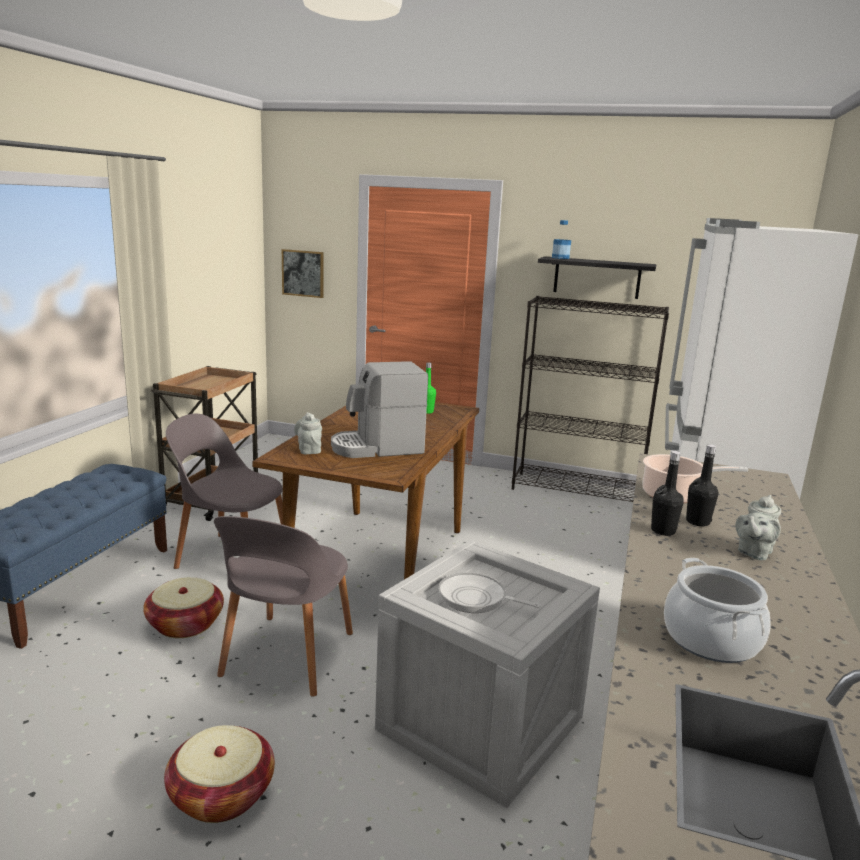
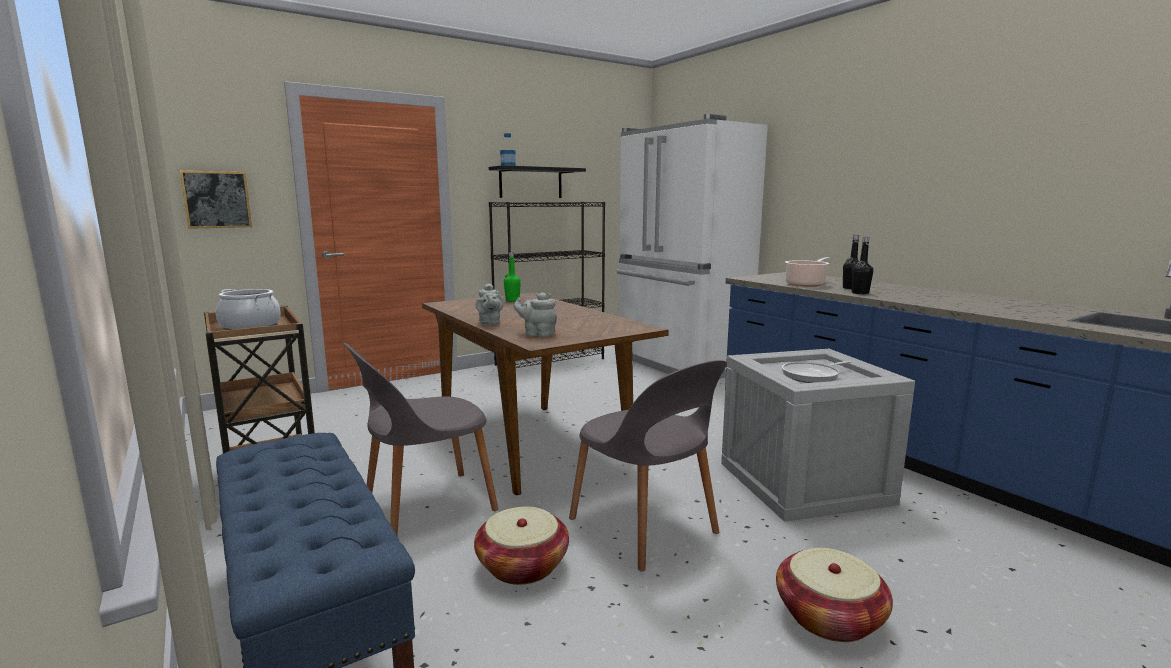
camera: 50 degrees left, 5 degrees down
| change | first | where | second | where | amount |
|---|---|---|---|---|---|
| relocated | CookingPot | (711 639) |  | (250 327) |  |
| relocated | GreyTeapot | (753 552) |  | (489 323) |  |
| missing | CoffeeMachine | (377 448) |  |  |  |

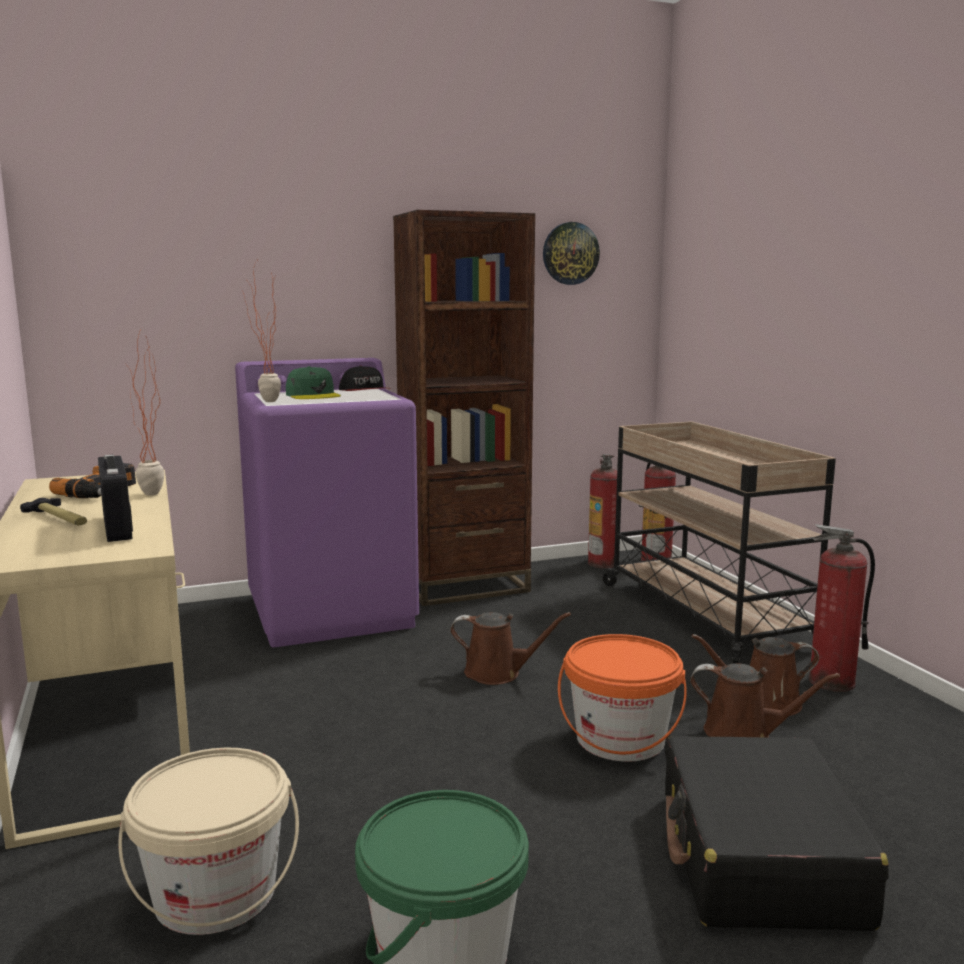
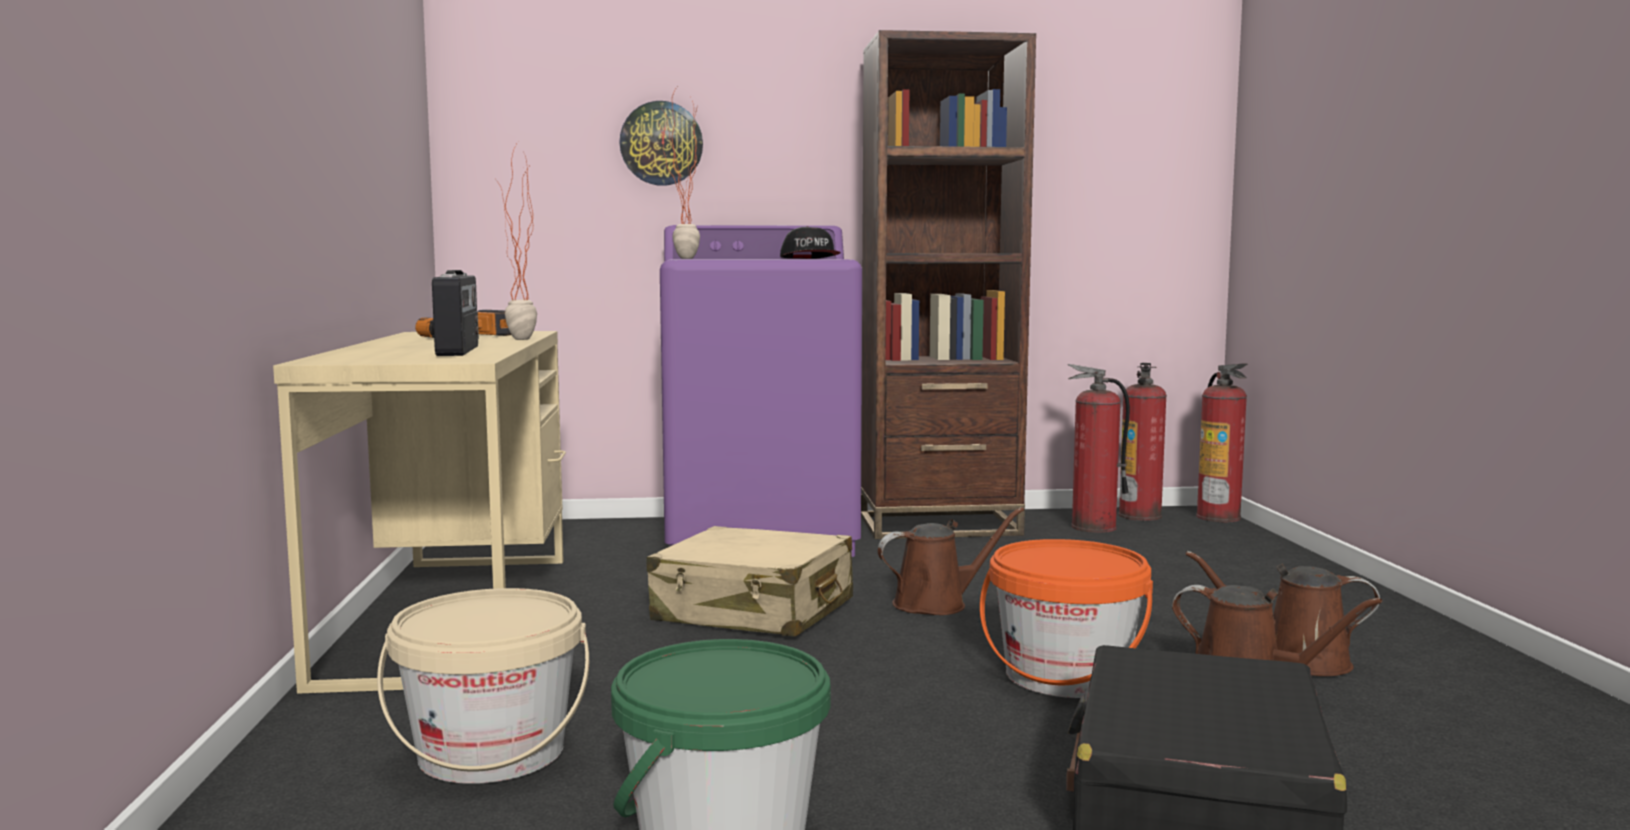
camera: 15 degrees right, 5 degrees down
| change | first | where | second | where | amount |
|---|---|---|---|---|---|
| relocated | WallClock | (570 253) |  | (661 143) |  |
| appeared |  |  | BeigeSuitcase | (753 611) |  |
| spun | BrownWateringCan | (498 673) |  | (937 604) | 45 degrees counterclockwise |
| relocated | FireExtinguisher | (831 682) |  | (1093 527) |  |
| missing | Hammer | (60 519) |  |  |  |
| missing | GreenCap | (313 395) |  |  |  |
| missing | BeigeCart | (703 614) |  |  |  |

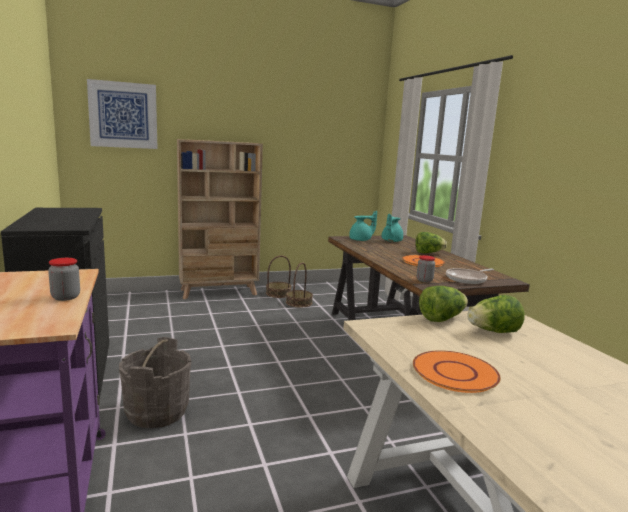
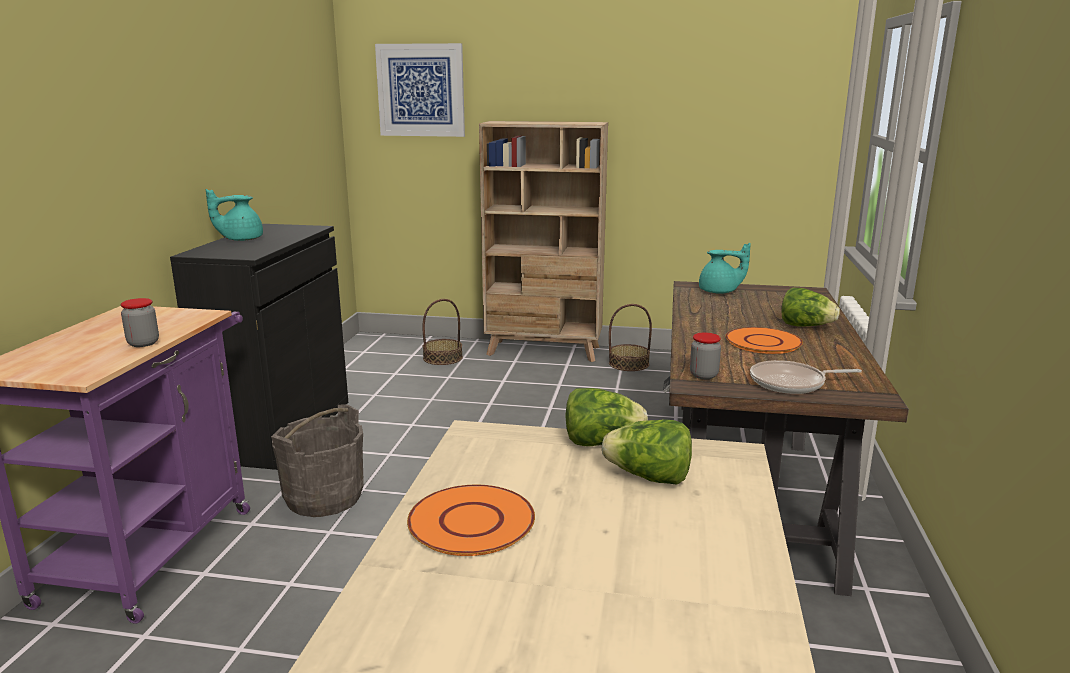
camera: 30 degrees right, 5 degrees up
| change | first | where | second | where | amount |
|---|---|---|---|---|---|
| relocated | TurquoiseTeapot | (391 241) |  | (240 239) |  |
| relocated | Basket | (299 302) |  | (442 358) |  |

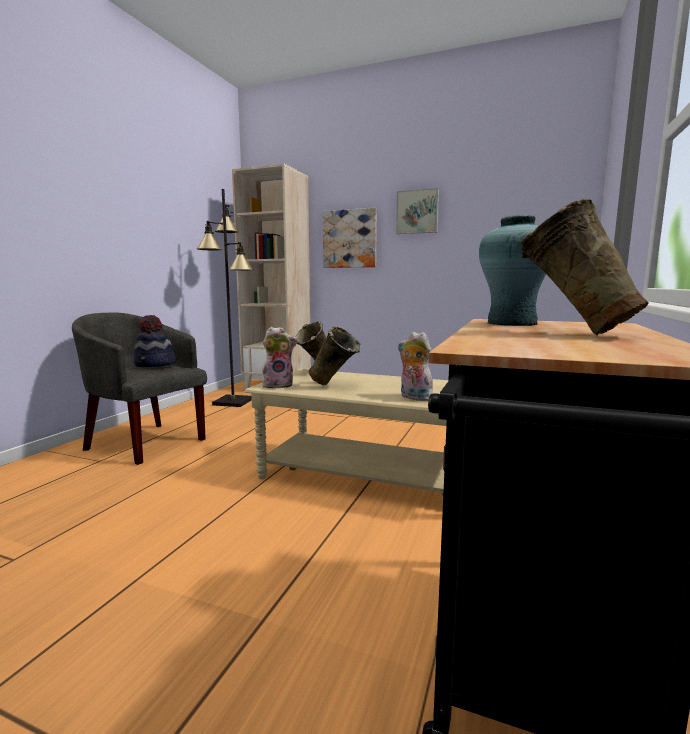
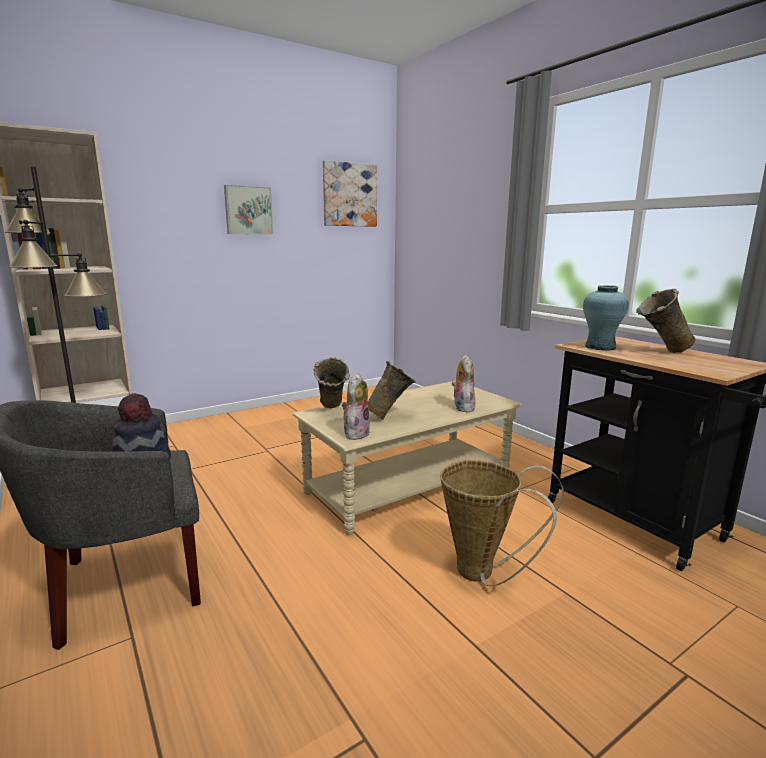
camera: 55 degrees left, 5 degrees up
| change | first | where | second | where | amount |
|---|---|---|---|---|---|
| relocated | Picture | (350 239) |  | (349 195) |  |
| appeared |  |  | Basket | (483 574) |  |
| spun | PlushToy | (414 397) |  | (462 407) | 105 degrees clockwise |

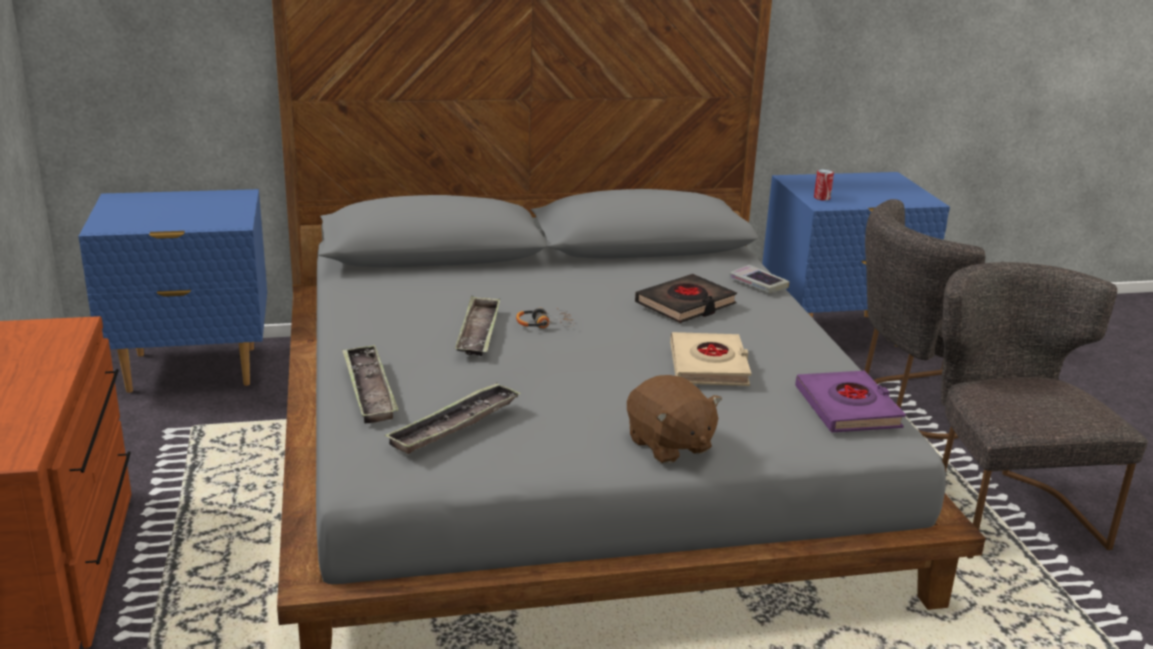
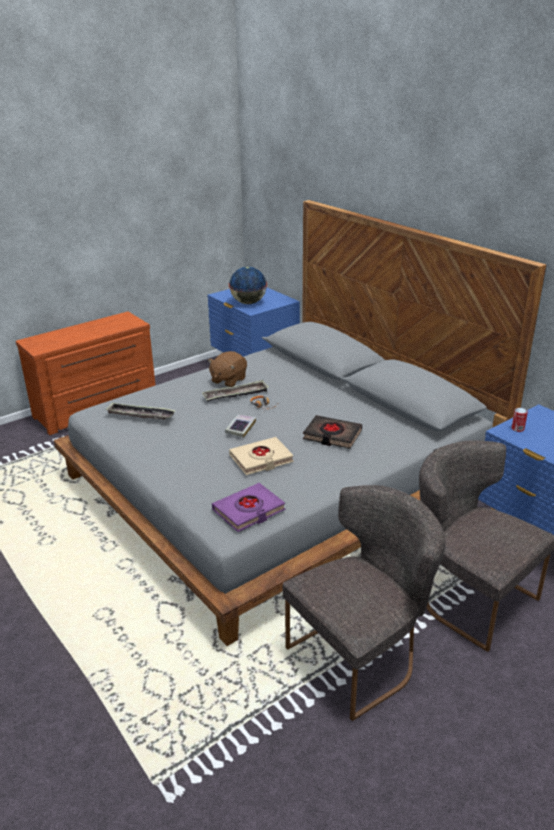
camera: 65 degrees right, 5 degrees up
| change | first | where | second | where | amount |
|---|---|---|---|---|---|
| relocated | BrownPlushToy | (669 445) |  | (228 380) |  |
| relocated | Book | (758 284) |  | (240 428) |  |
| appeared |  |  | Globe | (248 303) |  |
| missing | Tray | (369 389) |  |  |  |

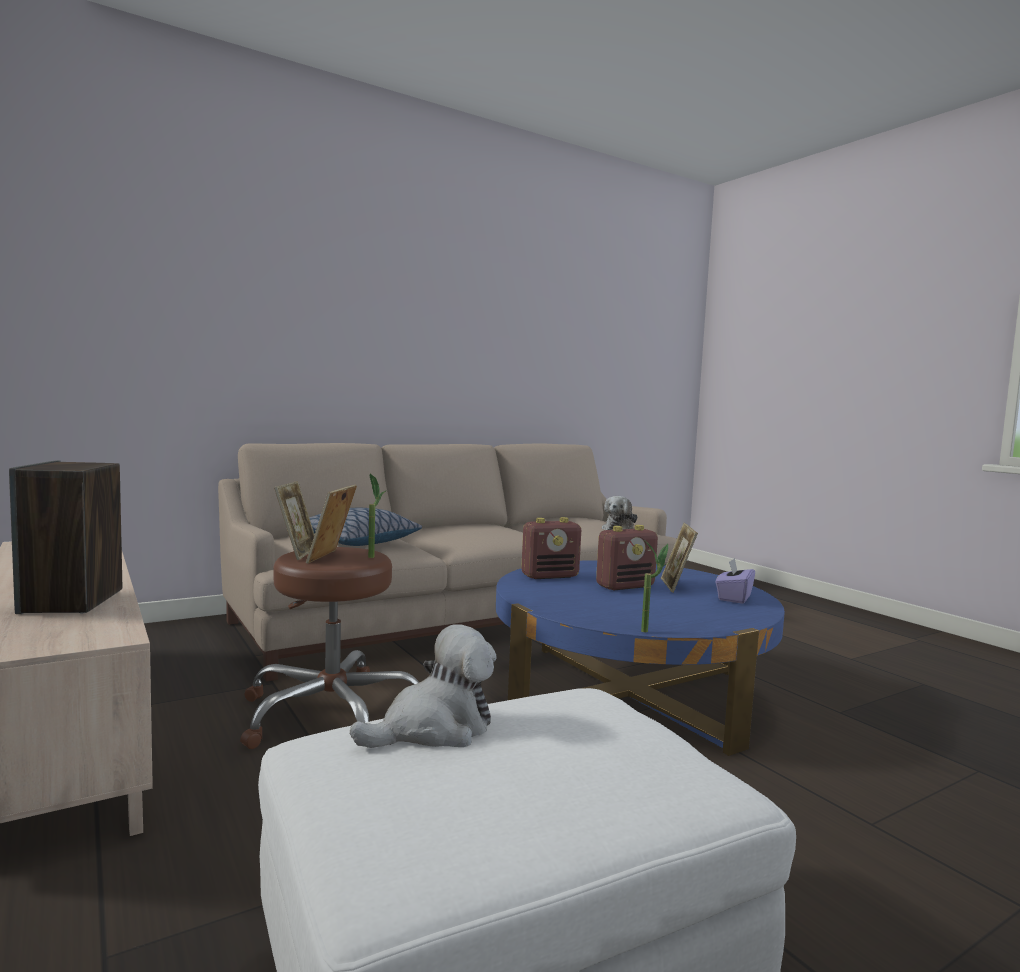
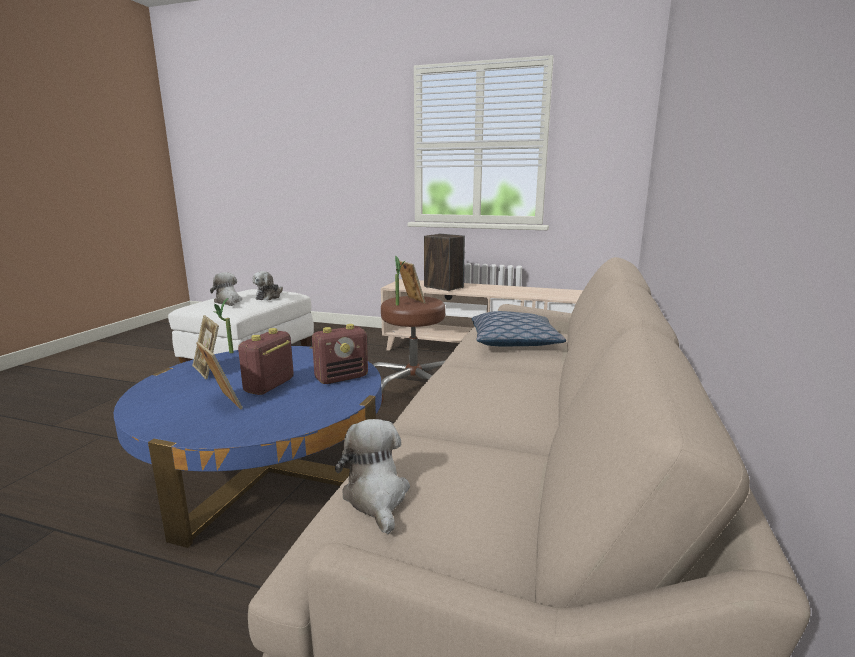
camera: 140 degrees right, 10 degrees up
| change | first | where | second | where | amount |
|---|---|---|---|---|---|
| relocated | PictureFrame | (297 553) |  | (208 370) |  |
| appeared |  |  | PlushToy | (228 302) |  |
| spun | Radio | (550 576) |  | (342 378) | 150 degrees counterclockwise |
| missing | PurpleTissueBox | (733 598) |  |  |  |

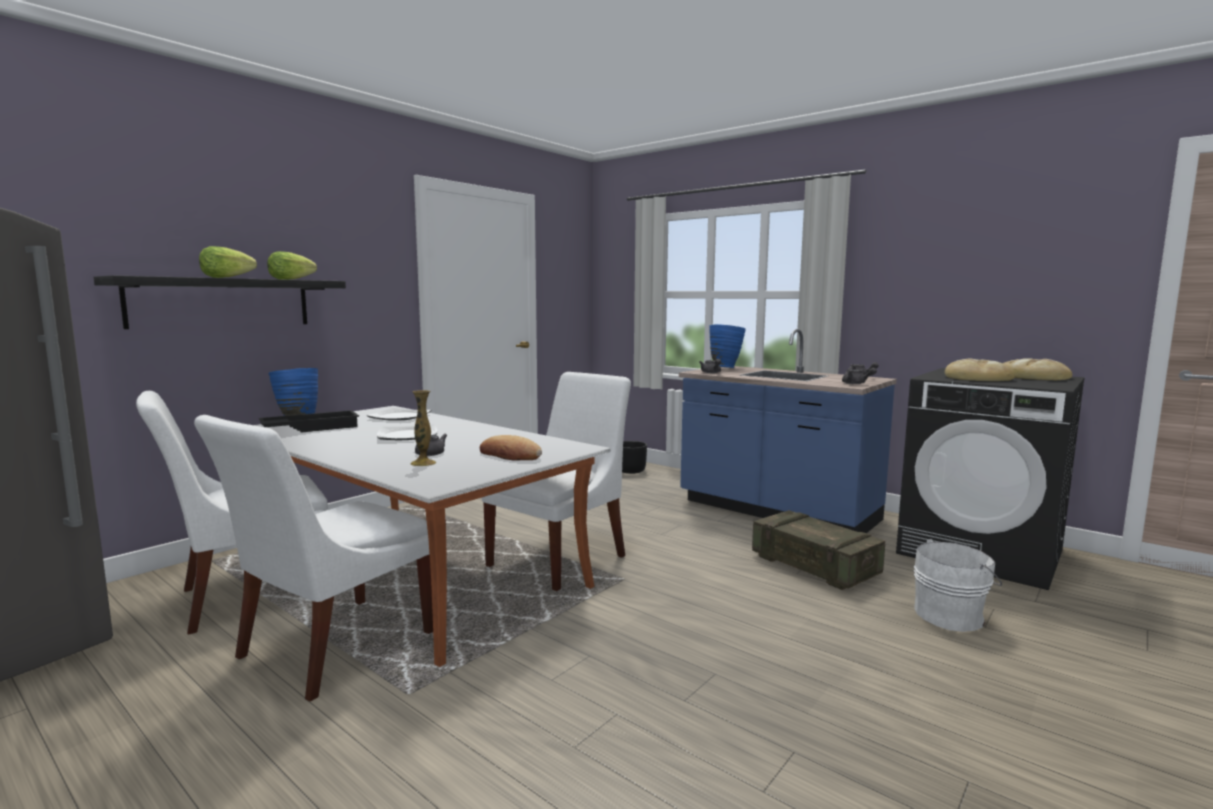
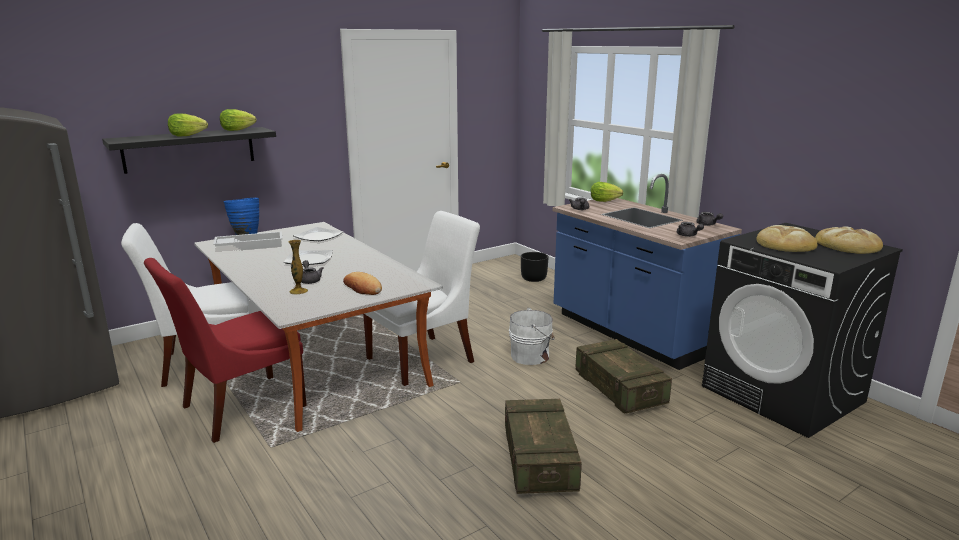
camera: 15 degrees right, 10 degrees up
| change | first | where | second | where | amount |
|---|---|---|---|---|---|
| colour | WhiteChair | (329 648) | RedChair | (238 408) |  |
| colour | BlackTray | (311 428) | WhiteTray | (250 245) |  |
| appeared |  |  | Crate | (539 461) |  |
| relocated | WhiteBucket | (951 615) |  | (532 356) |  |
| exchanged | BlueVase | (725 367) | Lettuce | (604 201) |  |

